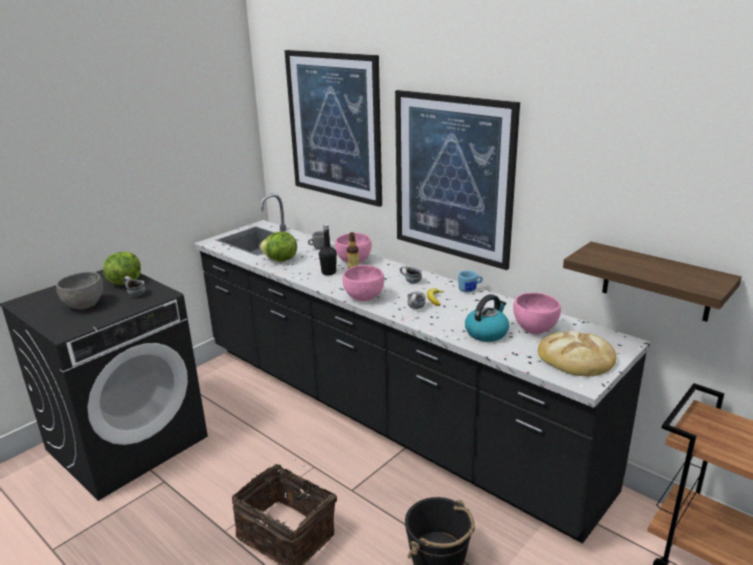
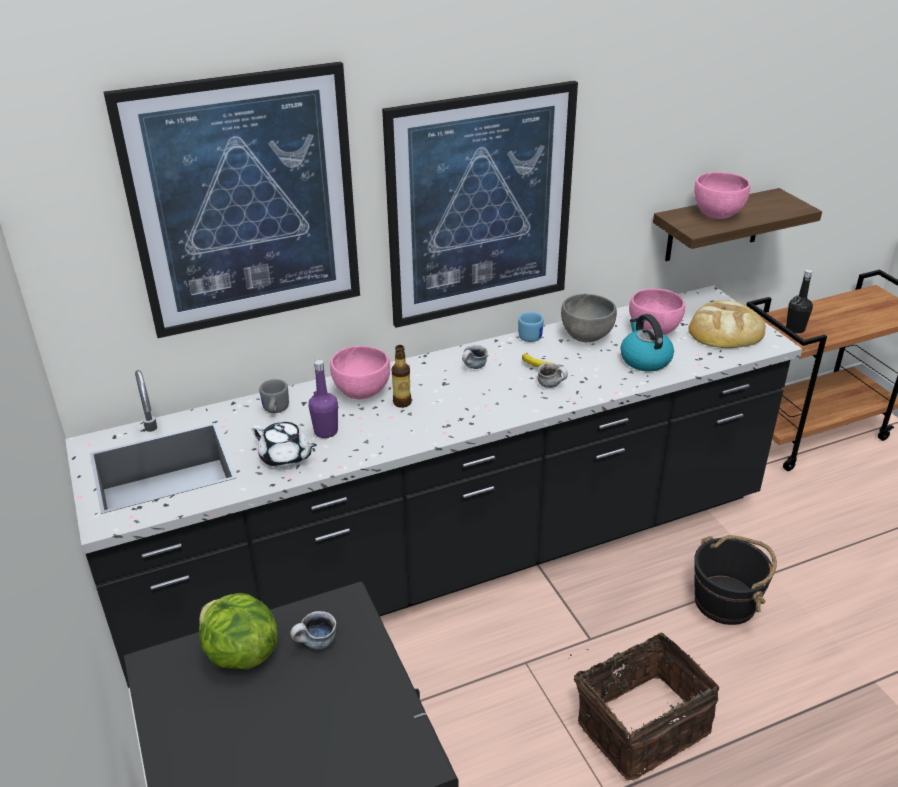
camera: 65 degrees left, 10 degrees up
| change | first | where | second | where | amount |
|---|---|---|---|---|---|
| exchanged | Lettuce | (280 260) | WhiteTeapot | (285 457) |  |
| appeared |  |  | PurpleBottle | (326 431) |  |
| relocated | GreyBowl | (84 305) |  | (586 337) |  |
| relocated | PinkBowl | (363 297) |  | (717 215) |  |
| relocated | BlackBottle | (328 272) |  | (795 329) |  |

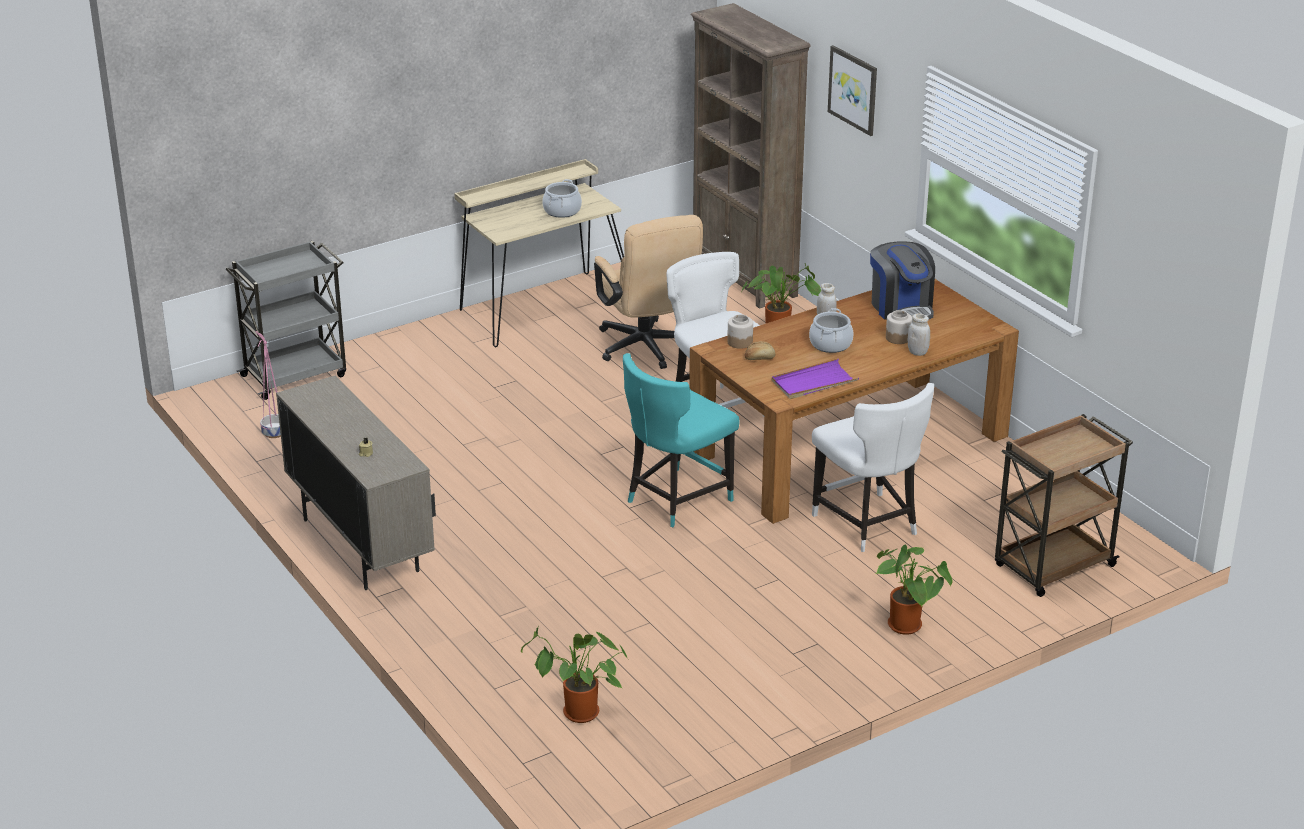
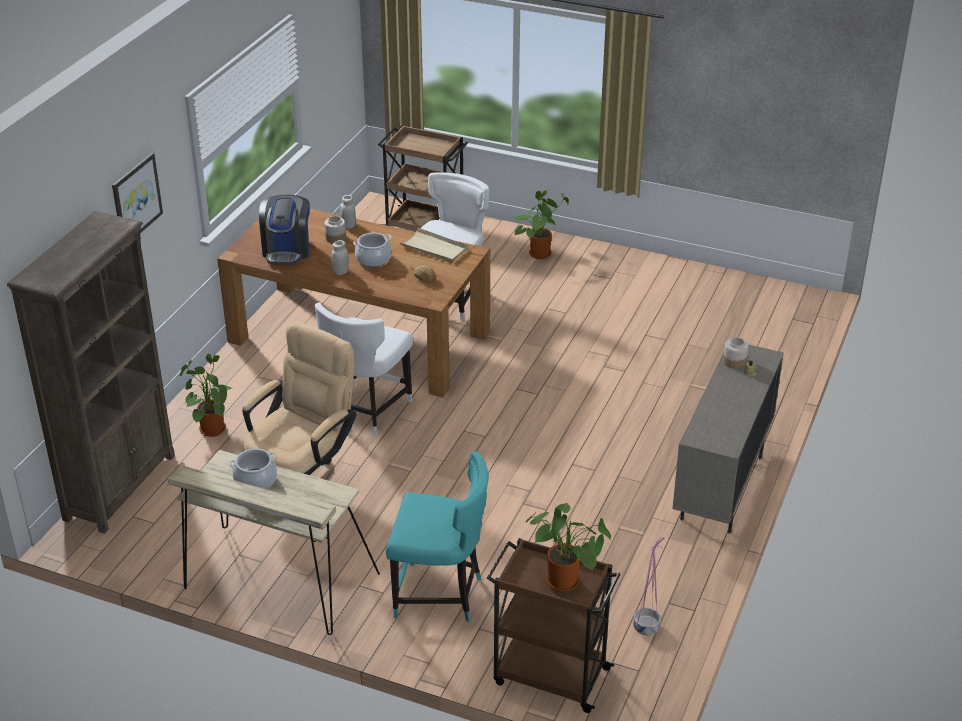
camera: 125 degrees left, 5 degrees up
| change | first | where | second | where | amount |
|---|---|---|---|---|---|
| spun | CoffeeMachine | (901 308) |  | (287 250) | 150 degrees clockwise |
| relocated | TurquoiseChair | (675 500) |  | (440 595) |  |
| colour | PurpleTray | (814 382) | BeigeTray | (434 248) |  |
| colour | GreyCart | (296 375) | BrownCart | (549 675) |  |
| relocated | PottedPlant | (577 715) |  | (566 582) |  |
| relocated | Jar | (739 342) |  | (734 362) |  |

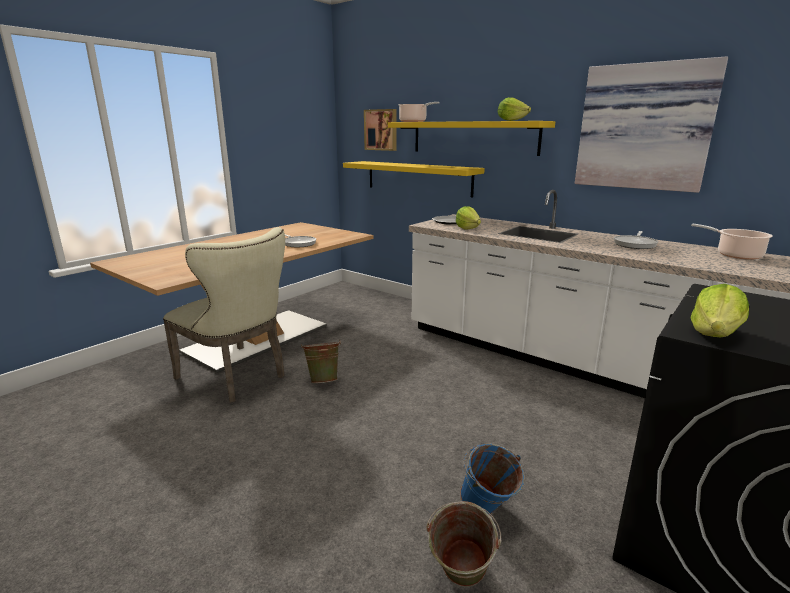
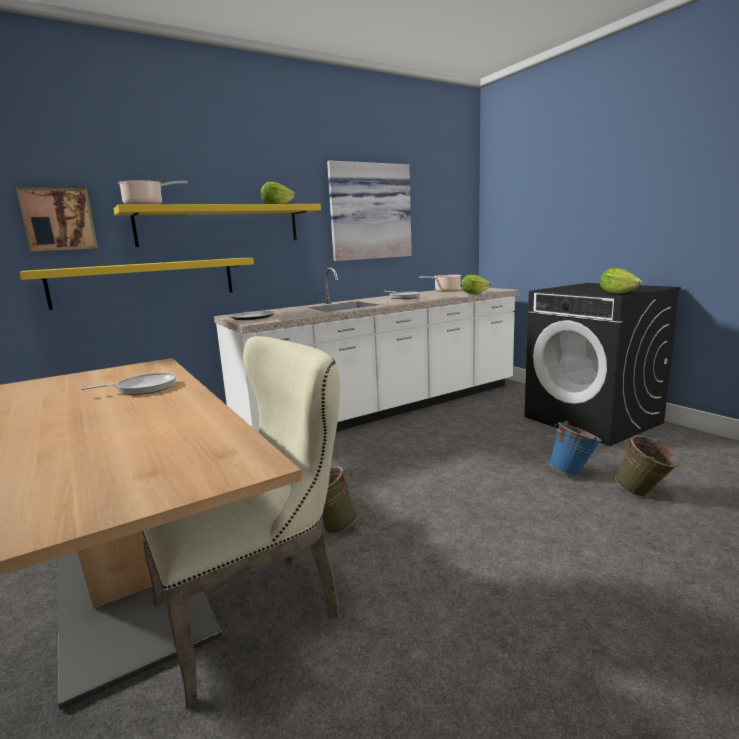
camera: 70 degrees left, 5 degrees down
| change | first | where | second | where | amount |
|---|---|---|---|---|---|
| relocated | Lettuce | (467 228) |  | (473 293) |  |

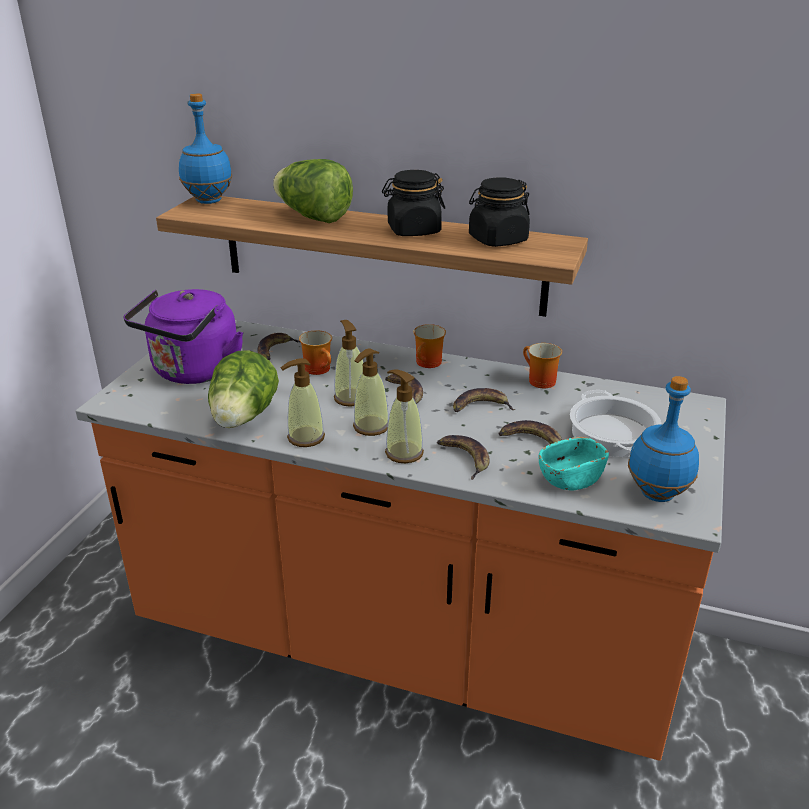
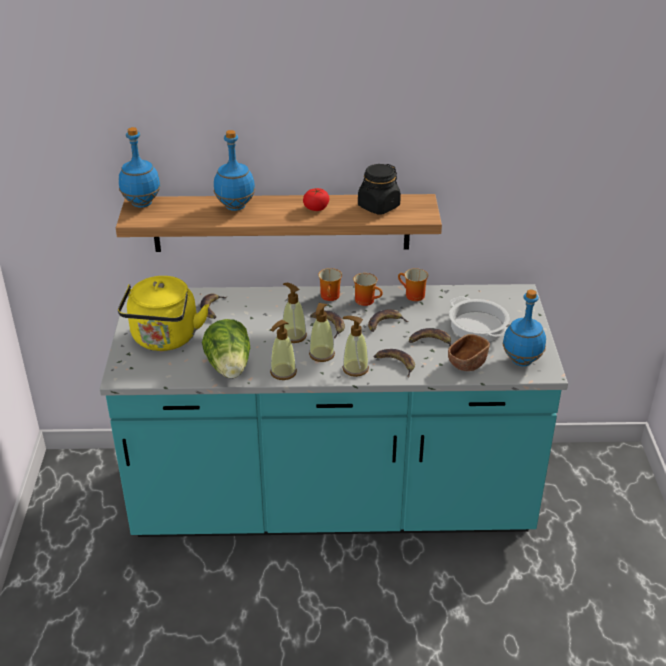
camera: 20 degrees left, 5 degrees up
| change | first | where | second | where | amount |
|---|---|---|---|---|---|
| colour | OrangeCounter | (404 640) | TurquoiseCounter | (333 501) |  |
| colour | PurpleKettle | (193 372) | YellowKettle | (164 340) |  |
| exchanged | Lettuce | (313 217) | BlueBottle | (235 207) |  |
| exchanged | BlackJar | (413 230) | Tomato | (316 208) |  |
| relocated | Mug | (320 369) |  | (367 300) |  |
| colour | TurquoiseBowl | (570 479) | BrownBowl | (467 363) |  |

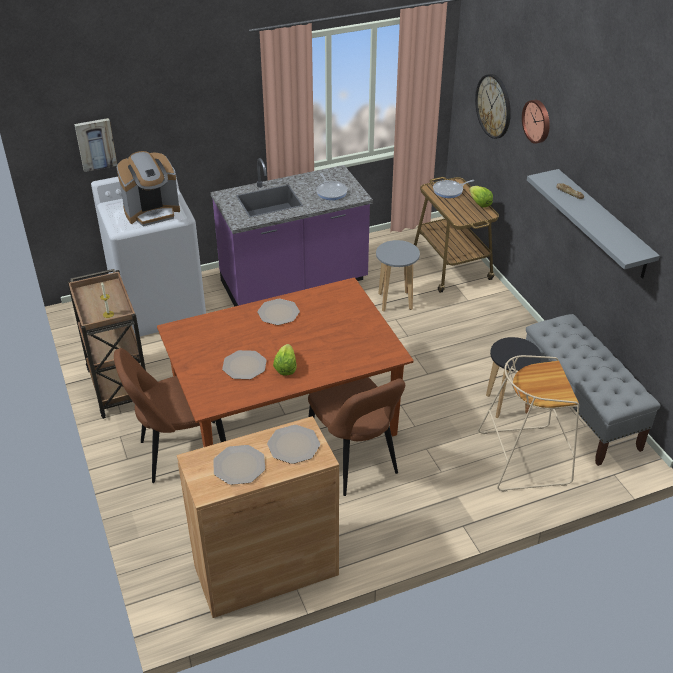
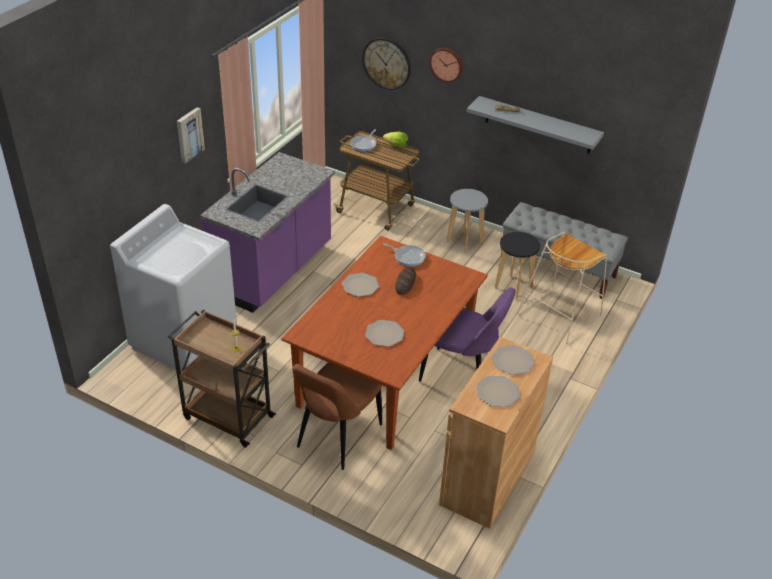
camera: 40 degrees left, 0 degrees up
| change | first | where | second | where | amount |
|---|---|---|---|---|---|
| relocated | Picture | (95 144) |  | (189 134) |  |
| relocated | FryingPan | (331 191) |  | (408 257) |  |
| appeared |  |  | Bread | (405 283) |  |
| colour | BrownChair | (354 462) | PurpleChair | (462 376) |  |
| relocated | GreyStool | (395 301) |  | (464 242) |  |
| missing | CoffeeMachine | (152 212) |  |  |  |
| missing | Lettuce | (285 367) |  |  |  |

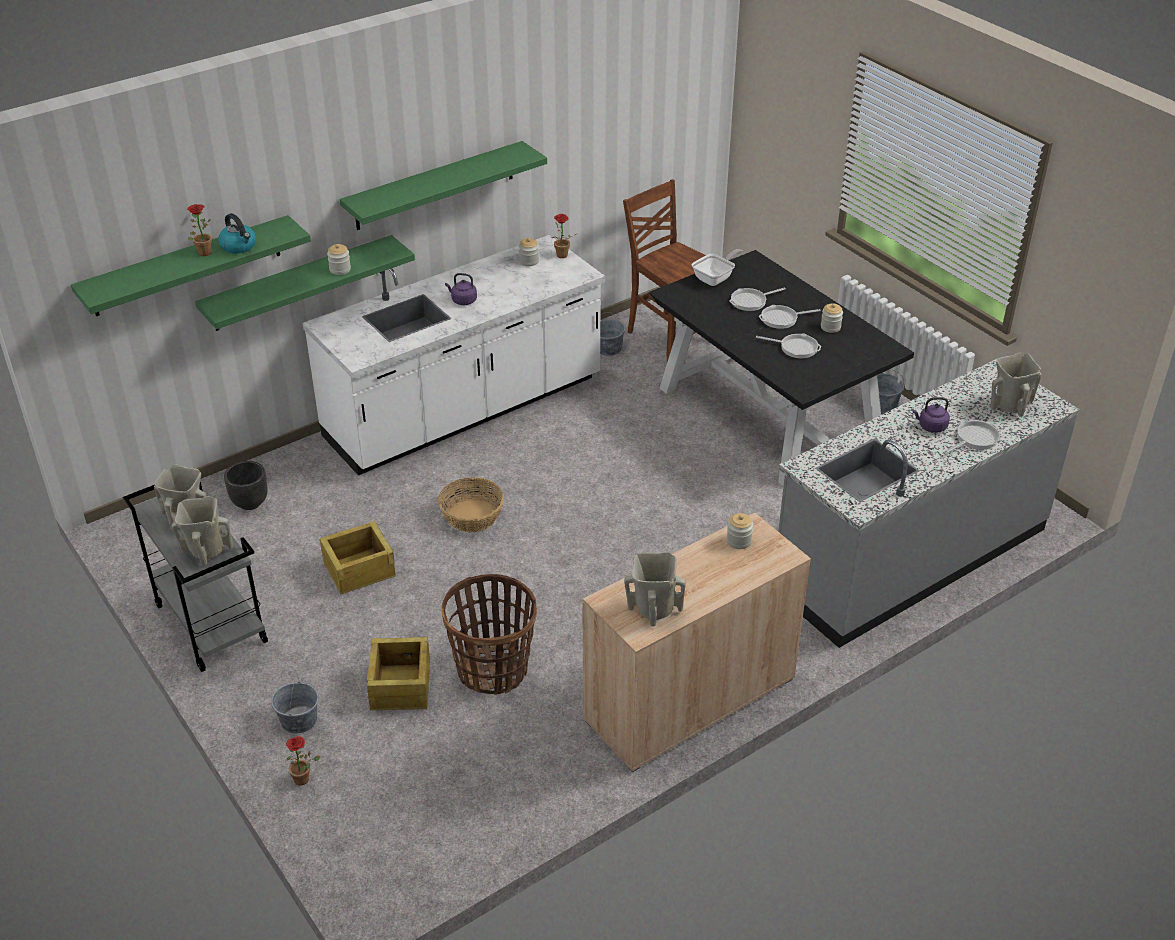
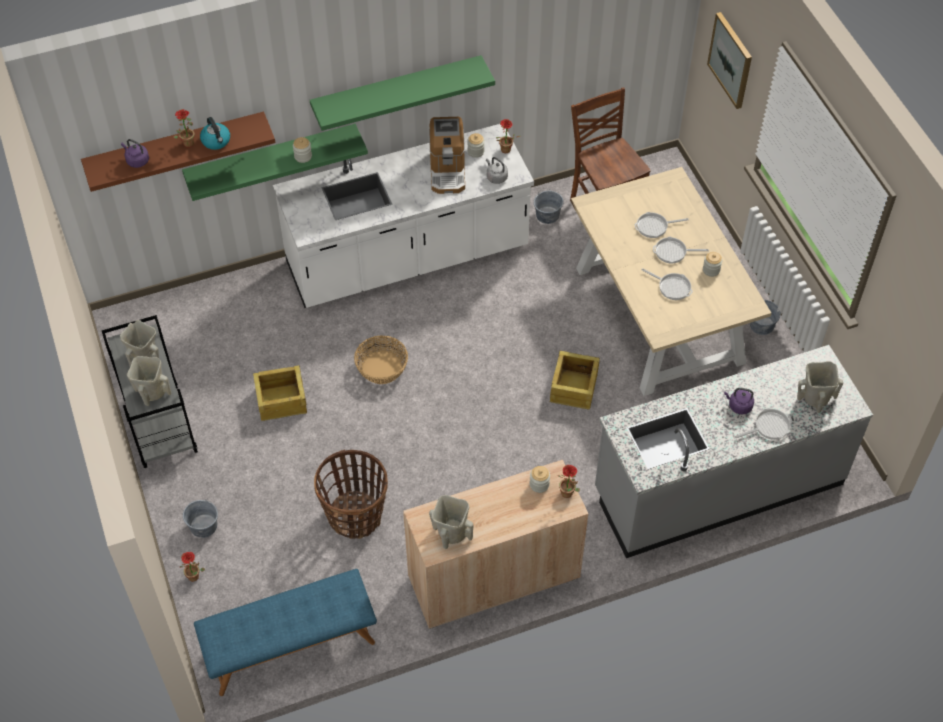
camera: 15 degrees right, 15 degrees up
| change | first | where | second | where | amount |
|---|---|---|---|---|---|
| colour | GreenShelf | (186 266) | BrownShelf | (176 146) |  |
| relocated | PurpleKettle | (462 300) |  | (137 161) |  |
| appeared |  |  | BlueBench | (291 647) |  |
| appeared |  |  | CoffeeMachine | (447 170) |  |
| appeared |  |  | GreyKettle | (496 177) |  |
| relocated | Crate | (399 686) |  | (573 387) |  |
| appeared |  |  | PottedPlant | (568 494) |  |
| colour | BlackDiningTable | (769 414) | BeigeDiningTable | (659 315) |  |
| appeared |  |  | Picture | (731 60) |  |
| missing | BlackPlanter | (250 503) |  |  |  |
| missing | FryingPan | (715 278) |  |  |  |

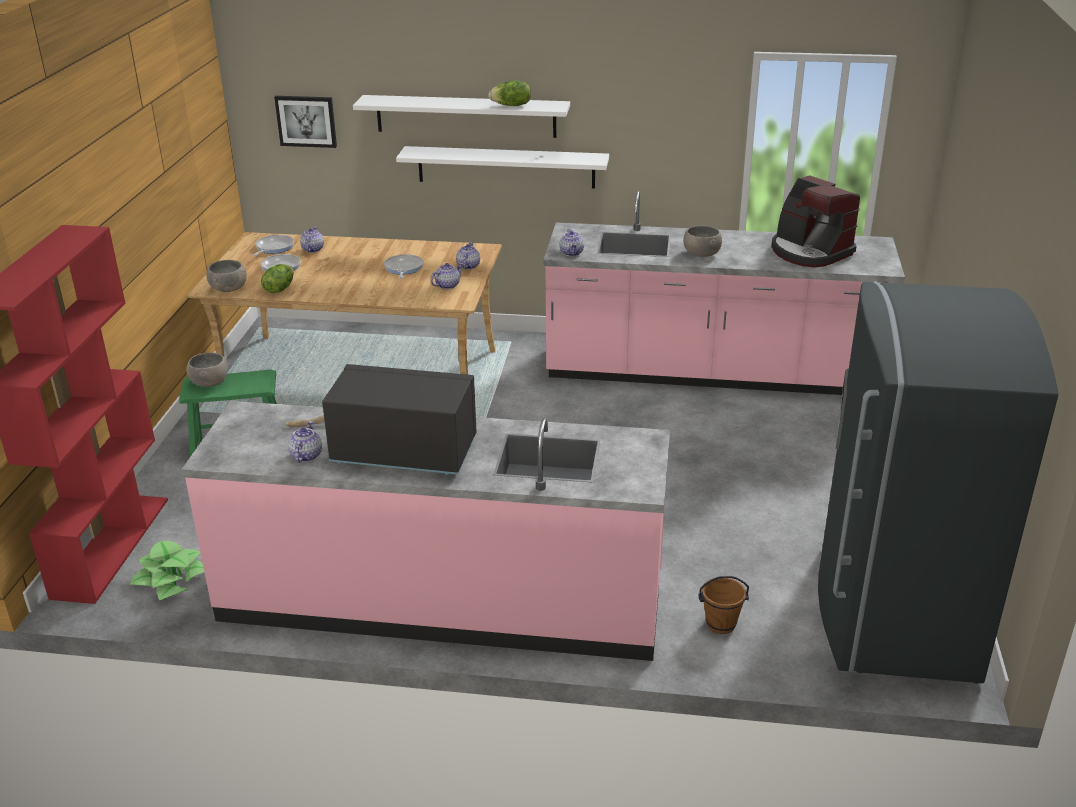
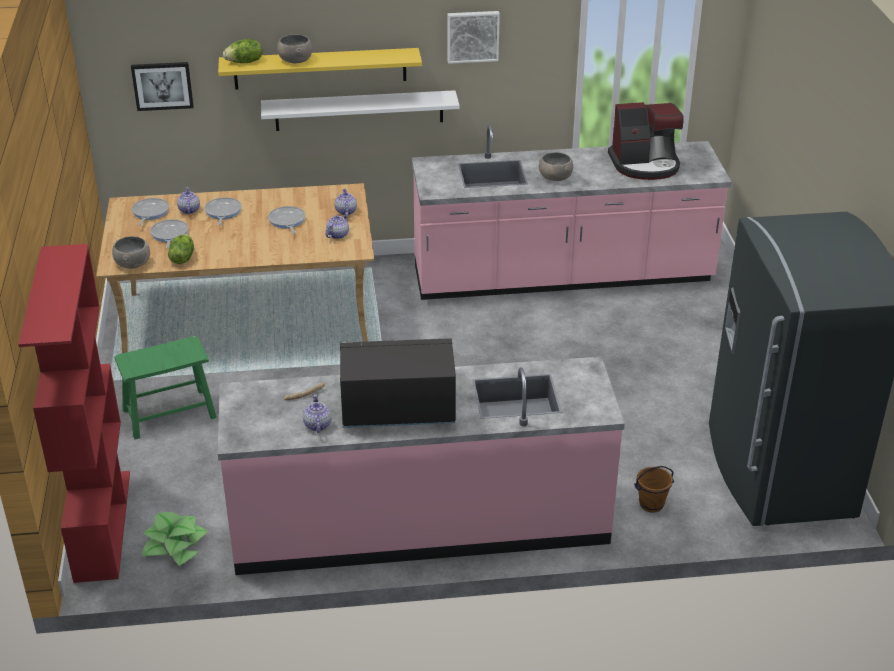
camera: 15 degrees left, 5 degrees up
| change | first | where | second | where | amount |
|---|---|---|---|---|---|
| appeared |  |  | FryingPan | (222 212) |  |
| colour | WhiteShelf | (466 116) | YellowShelf | (320 68) |  |
| relocated | Lettuce | (511 105) |  | (245 62) |  |
| relocated | GreyBowl | (209 382) |  | (295 60) |  |
| appeared |  |  | Picture | (472 36) |  |
| spun | CoffeeMachine | (809 252) |  | (645 164) | 45 degrees counterclockwise |
| missing | Teapot | (572 253) |  |  |  |

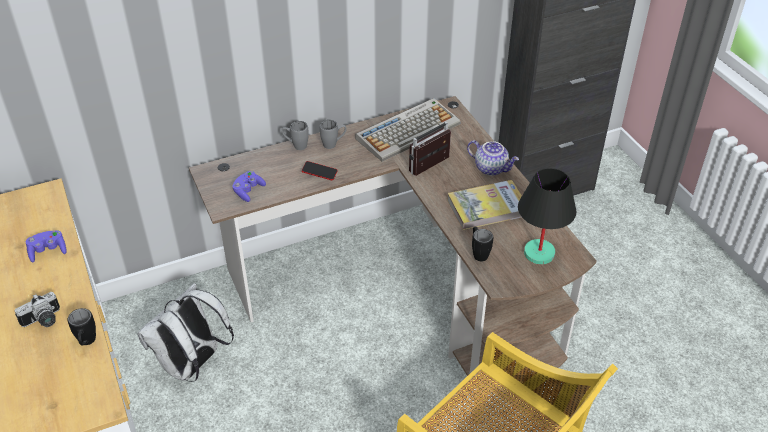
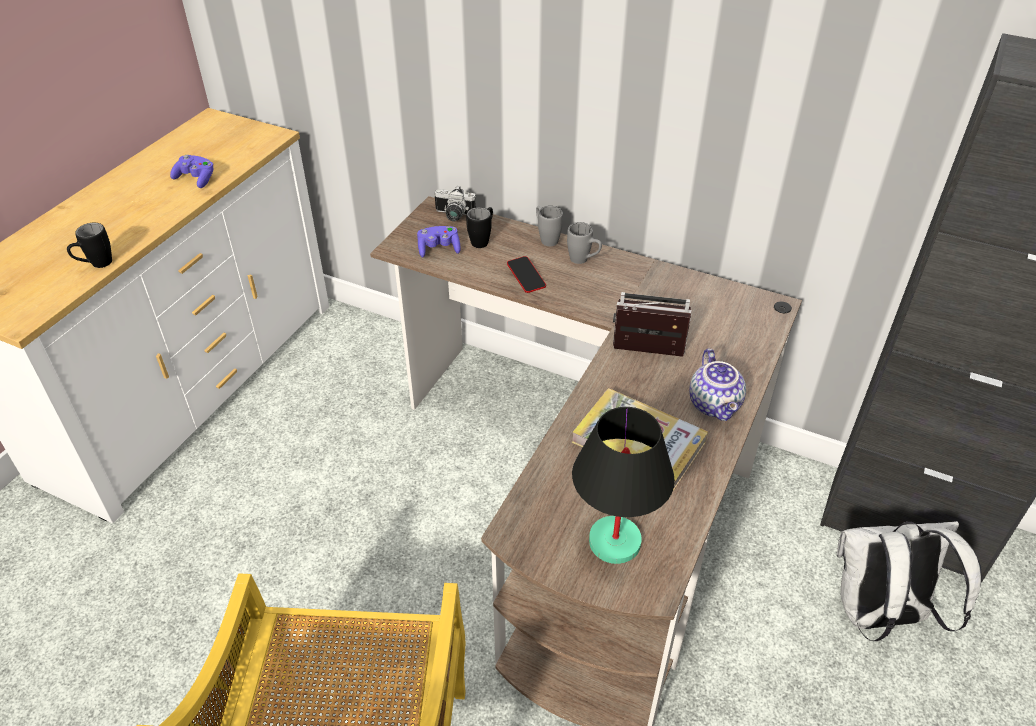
camera: 50 degrees right, 0 degrees up
| change | first | where | second | where | amount |
|---|---|---|---|---|---|
| relocated | PhotoCamera | (43 321) |  | (453 215) |  |
| relocated | BlackMug | (478 253) |  | (482 240) |  |
| relocated | WhiteBackpack | (193 365) |  | (878 616) |  |
| missing | Keyboard | (408 130) |  |  |  |

